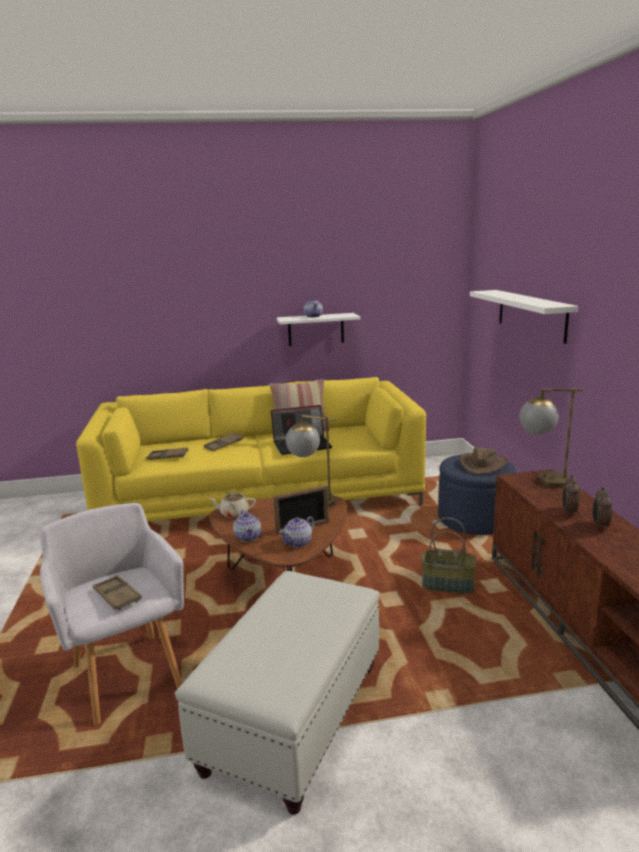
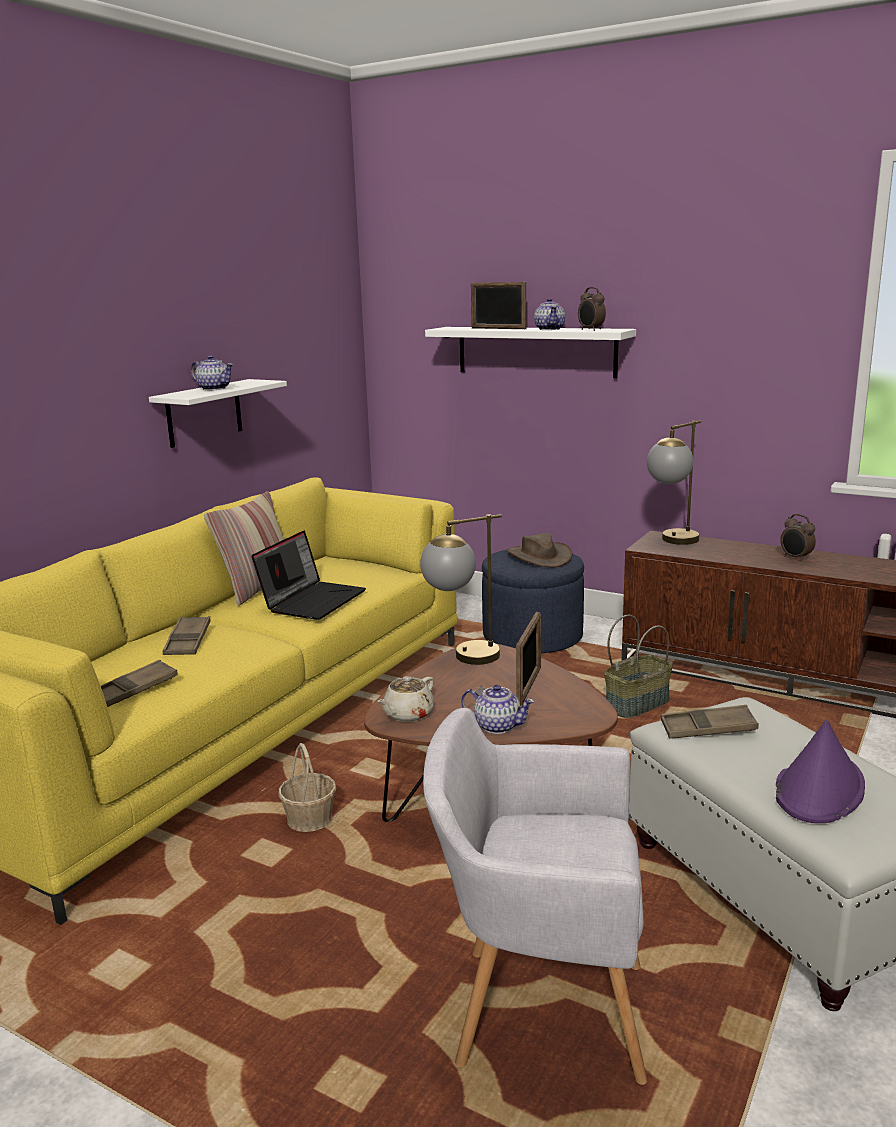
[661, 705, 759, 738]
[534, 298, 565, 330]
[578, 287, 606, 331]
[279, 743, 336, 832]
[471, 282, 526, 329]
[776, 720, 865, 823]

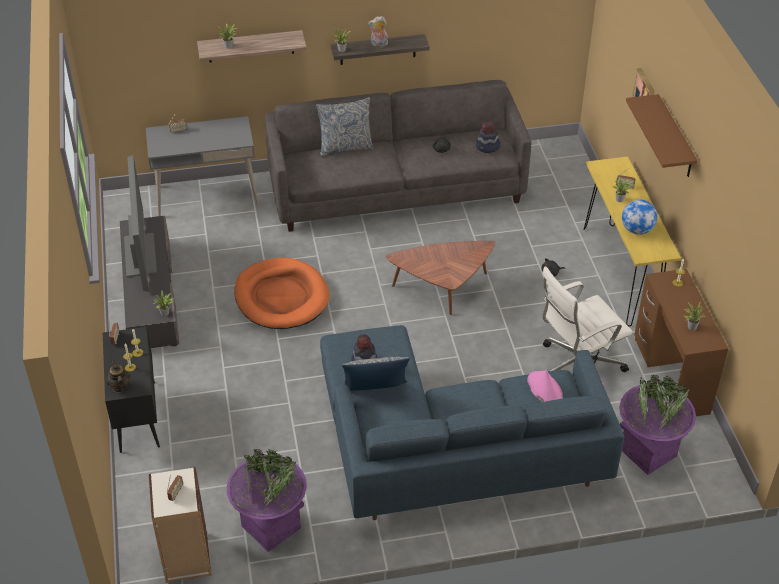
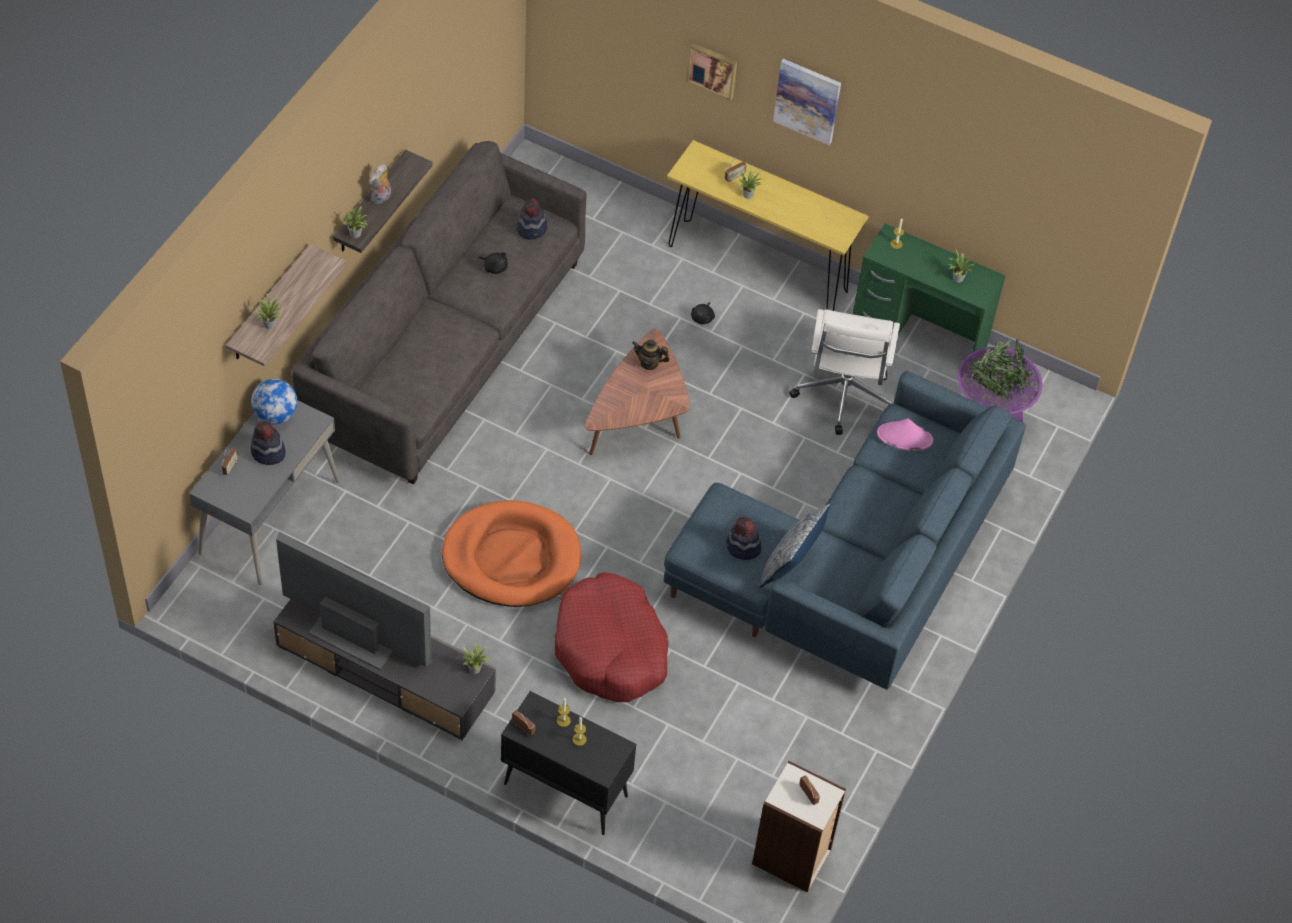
[632, 340, 670, 370]
[227, 449, 307, 552] (first image)
[316, 97, 374, 156] (first image)
[251, 379, 297, 424]
[773, 59, 841, 145]
[852, 224, 1005, 352]
[250, 421, 286, 465]
[555, 572, 669, 702]

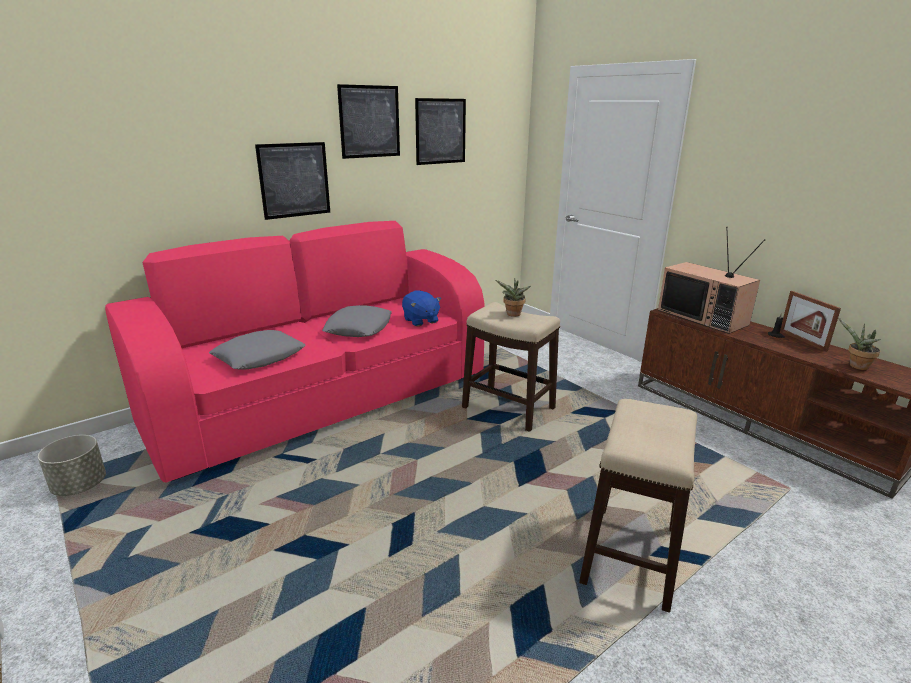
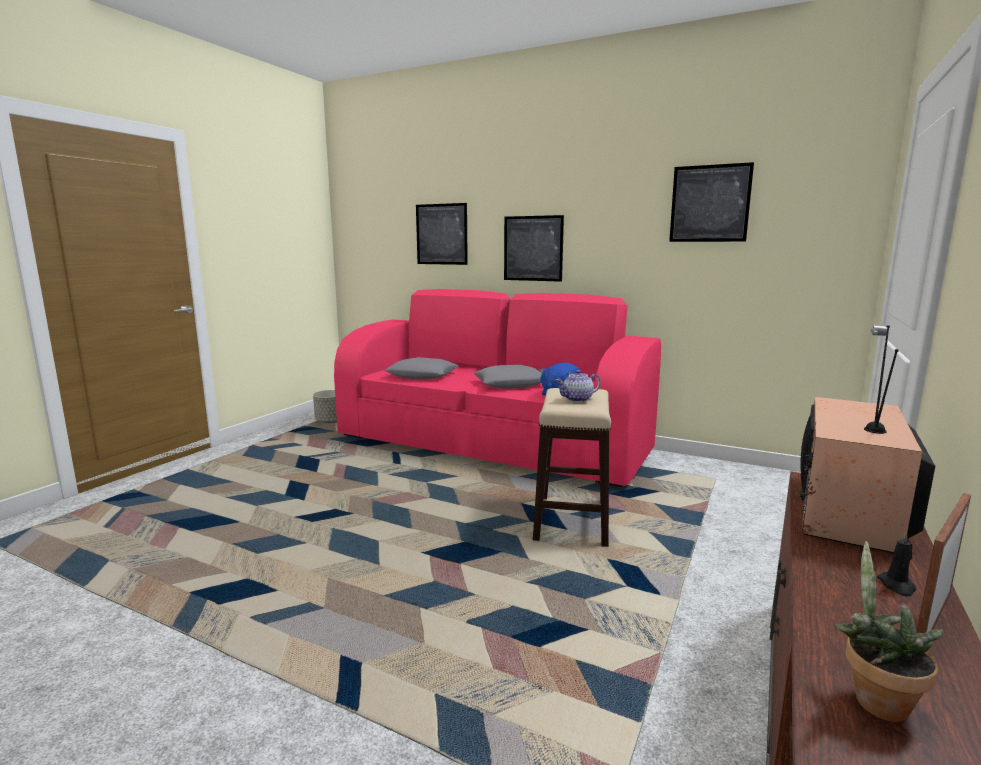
[416, 203, 468, 265]
[556, 370, 601, 402]
[579, 399, 697, 613] (first image)

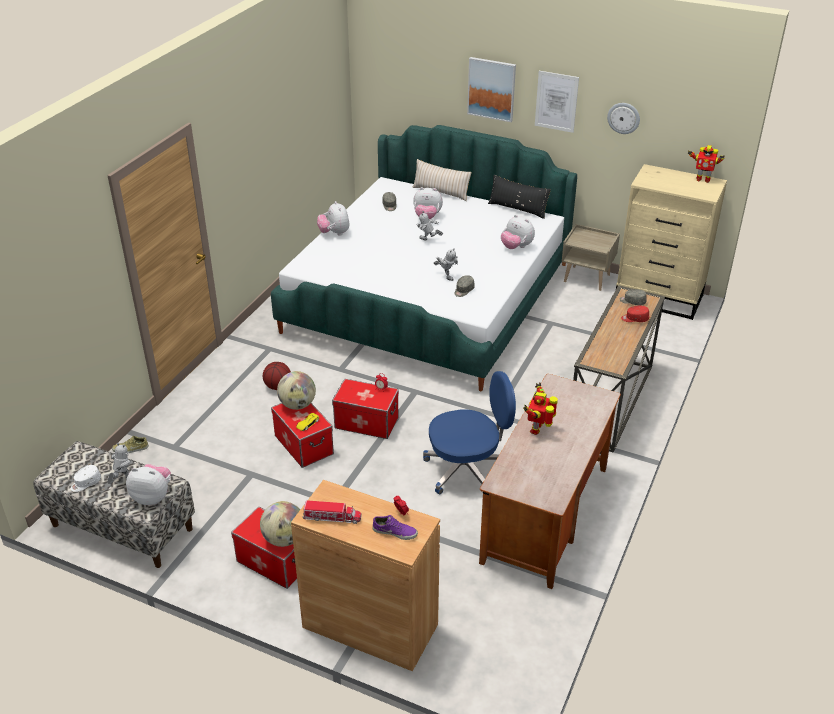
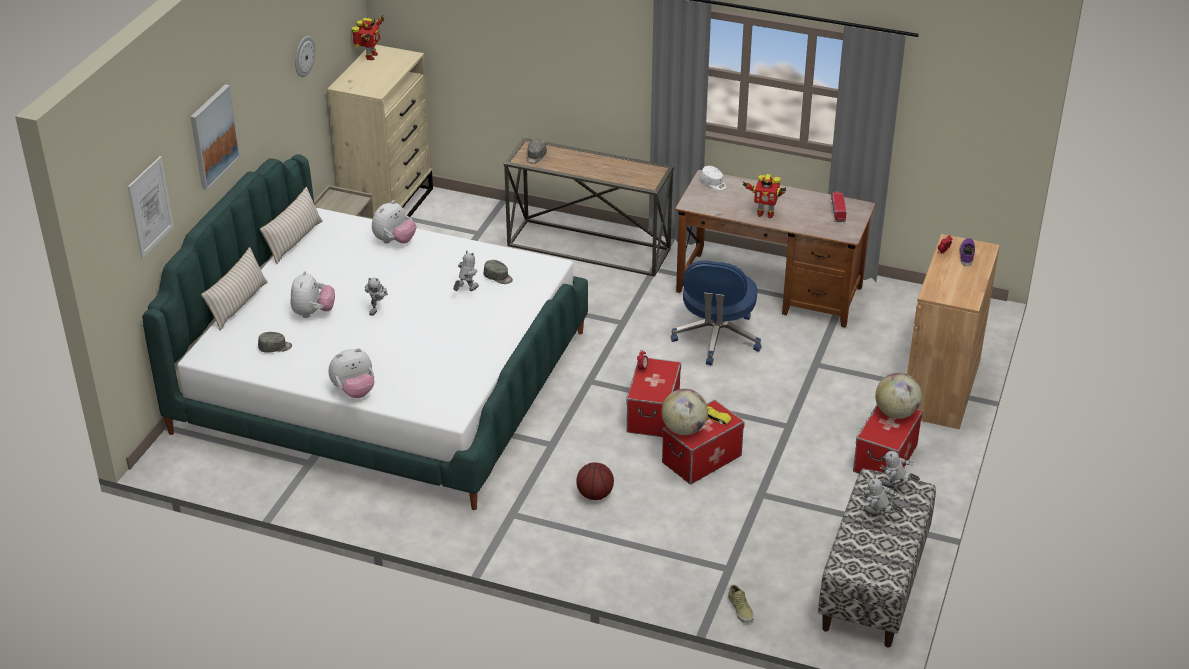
[700, 166, 726, 190]
[879, 448, 920, 488]
[831, 192, 847, 223]
[671, 260, 761, 366]
[260, 187, 322, 264]
[128, 156, 174, 258]
[621, 306, 649, 322] (first image)

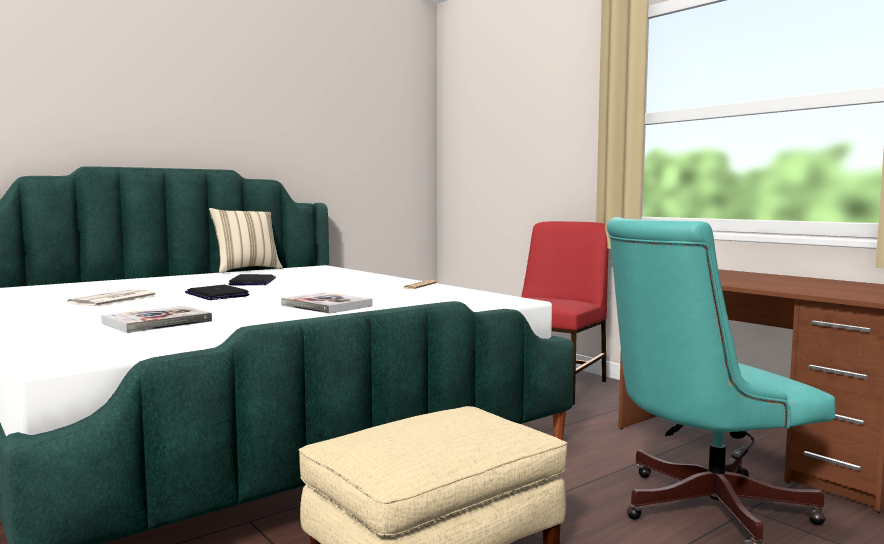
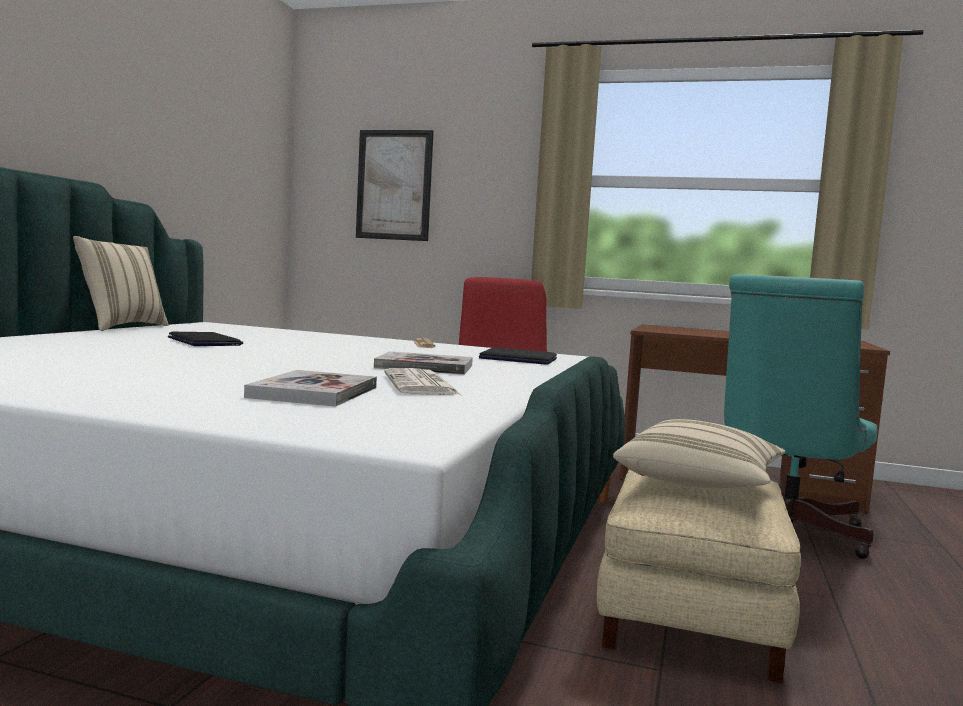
[384, 368, 461, 395]
[479, 347, 557, 365]
[356, 130, 434, 241]
[613, 419, 785, 489]

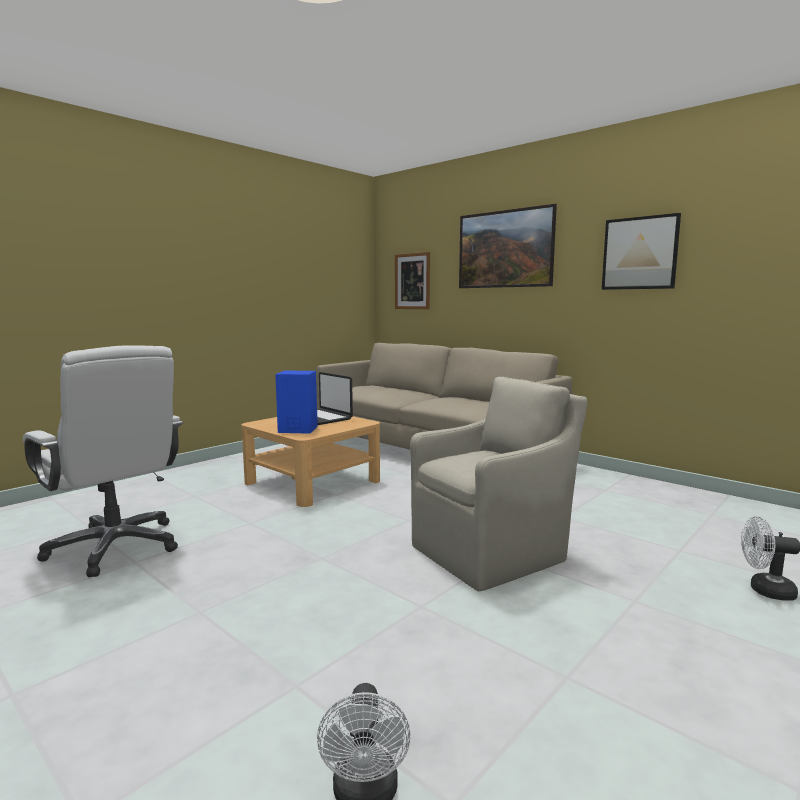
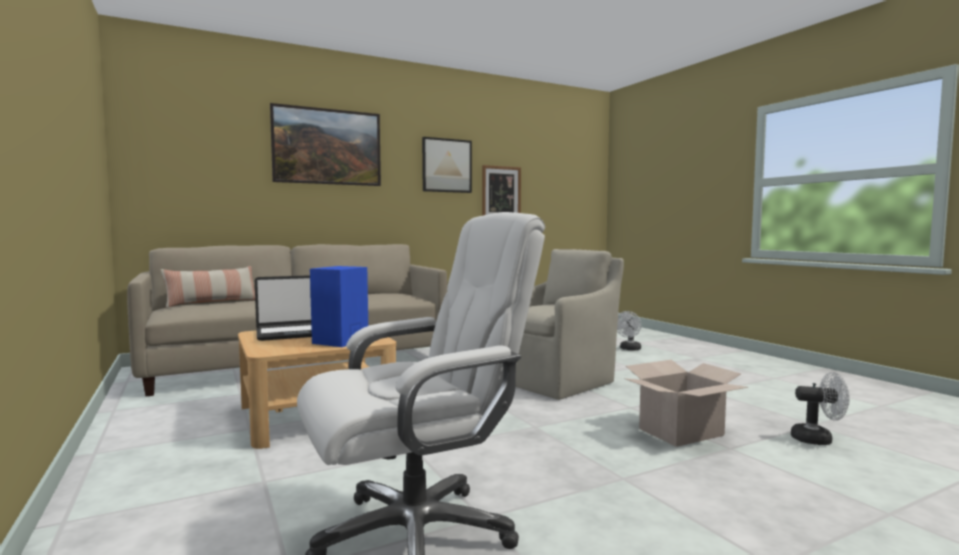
[482, 165, 521, 216]
[515, 249, 624, 400]
[160, 266, 255, 308]
[624, 360, 748, 447]

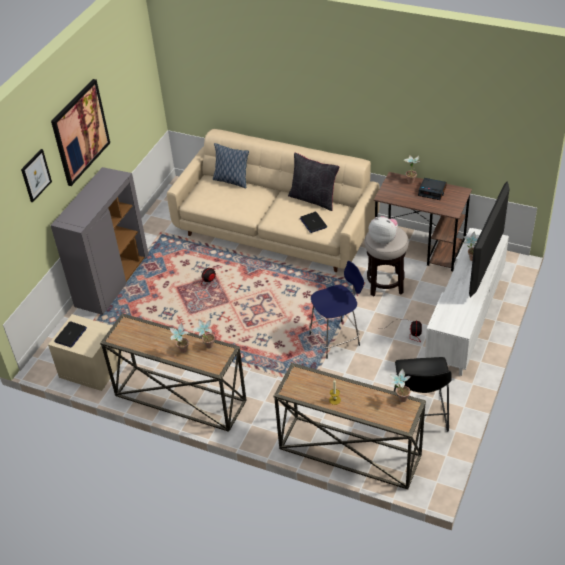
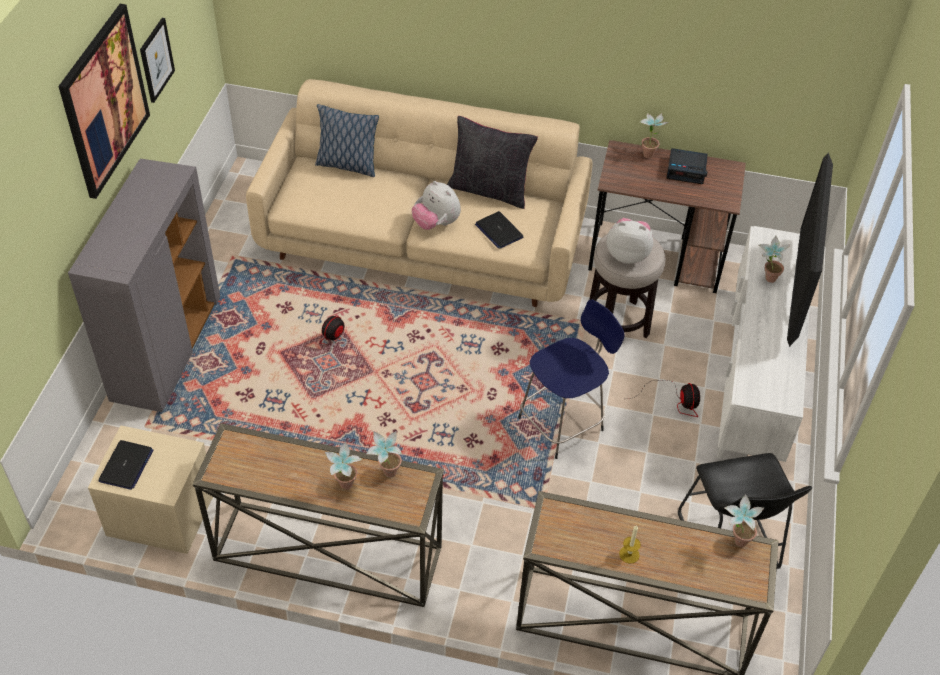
[140, 18, 175, 103]
[412, 181, 461, 230]

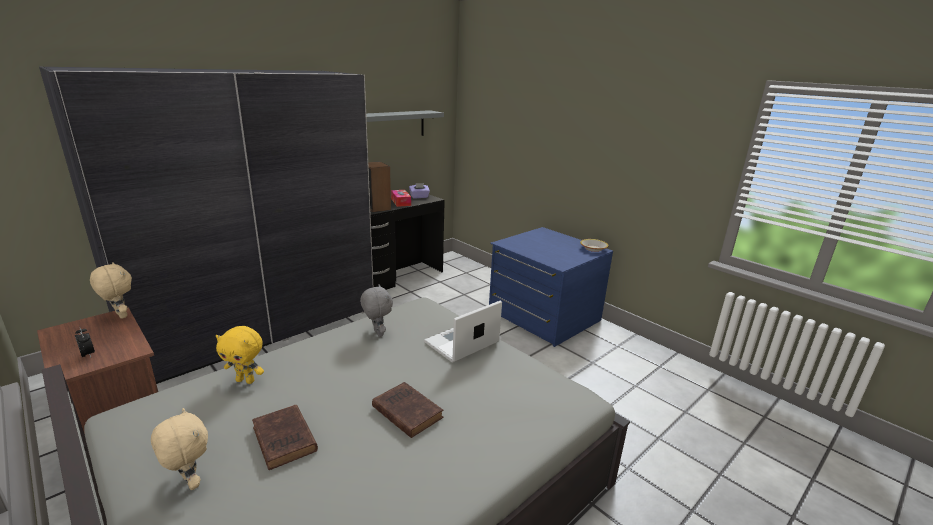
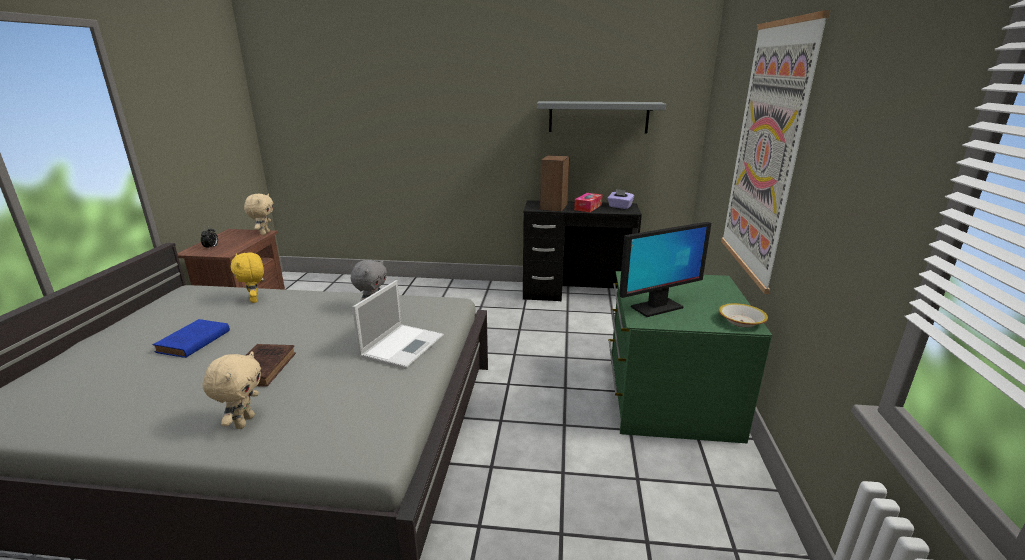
[39, 67, 373, 384] (first image)
[203, 351, 261, 429]
[153, 319, 230, 358]
[352, 280, 444, 369]
[608, 271, 772, 443]
[619, 222, 711, 317]
[721, 10, 830, 294]

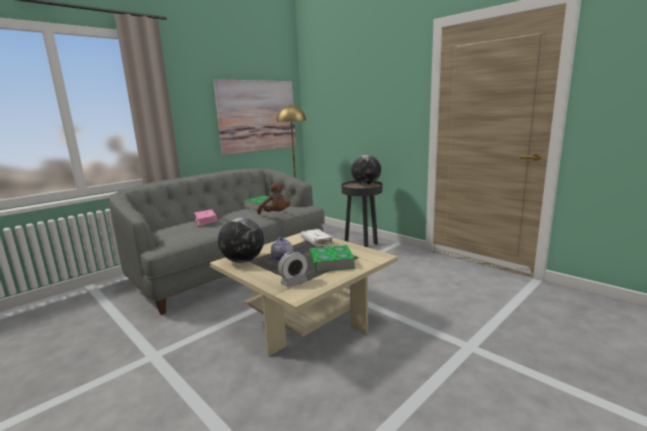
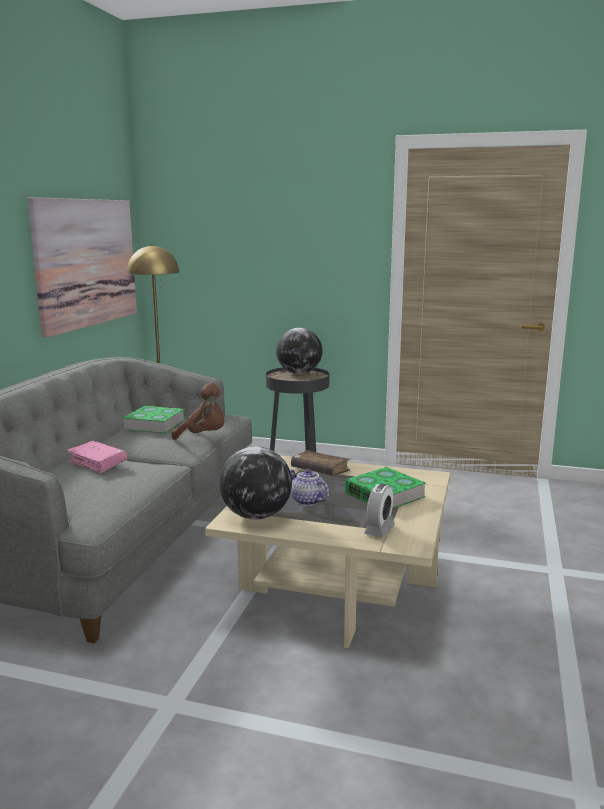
[291, 450, 350, 476]

